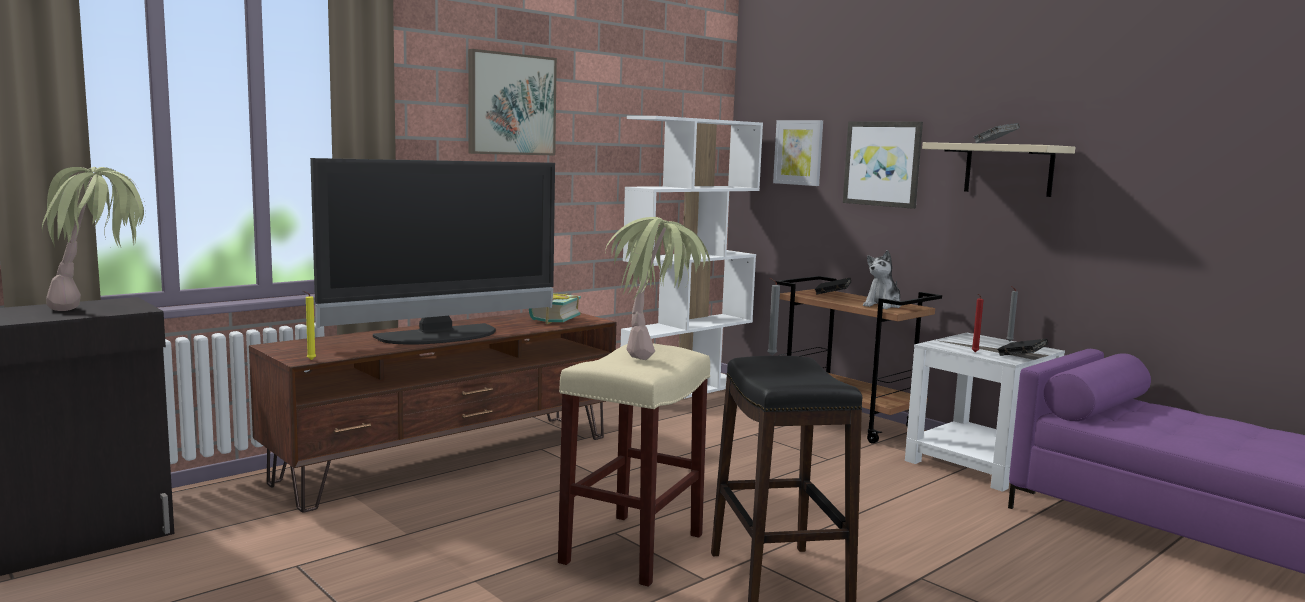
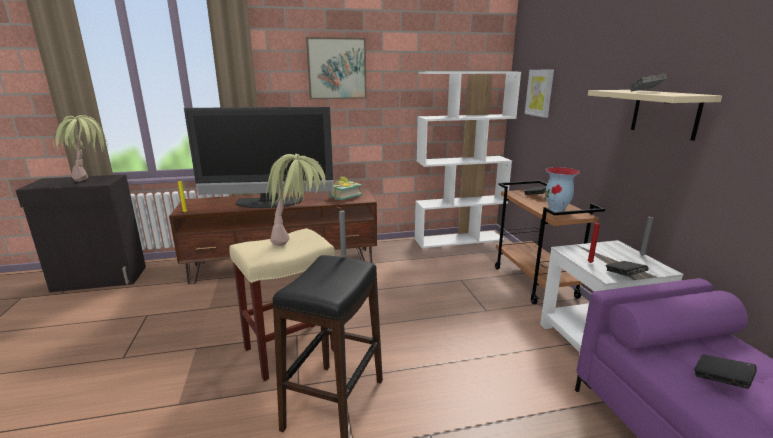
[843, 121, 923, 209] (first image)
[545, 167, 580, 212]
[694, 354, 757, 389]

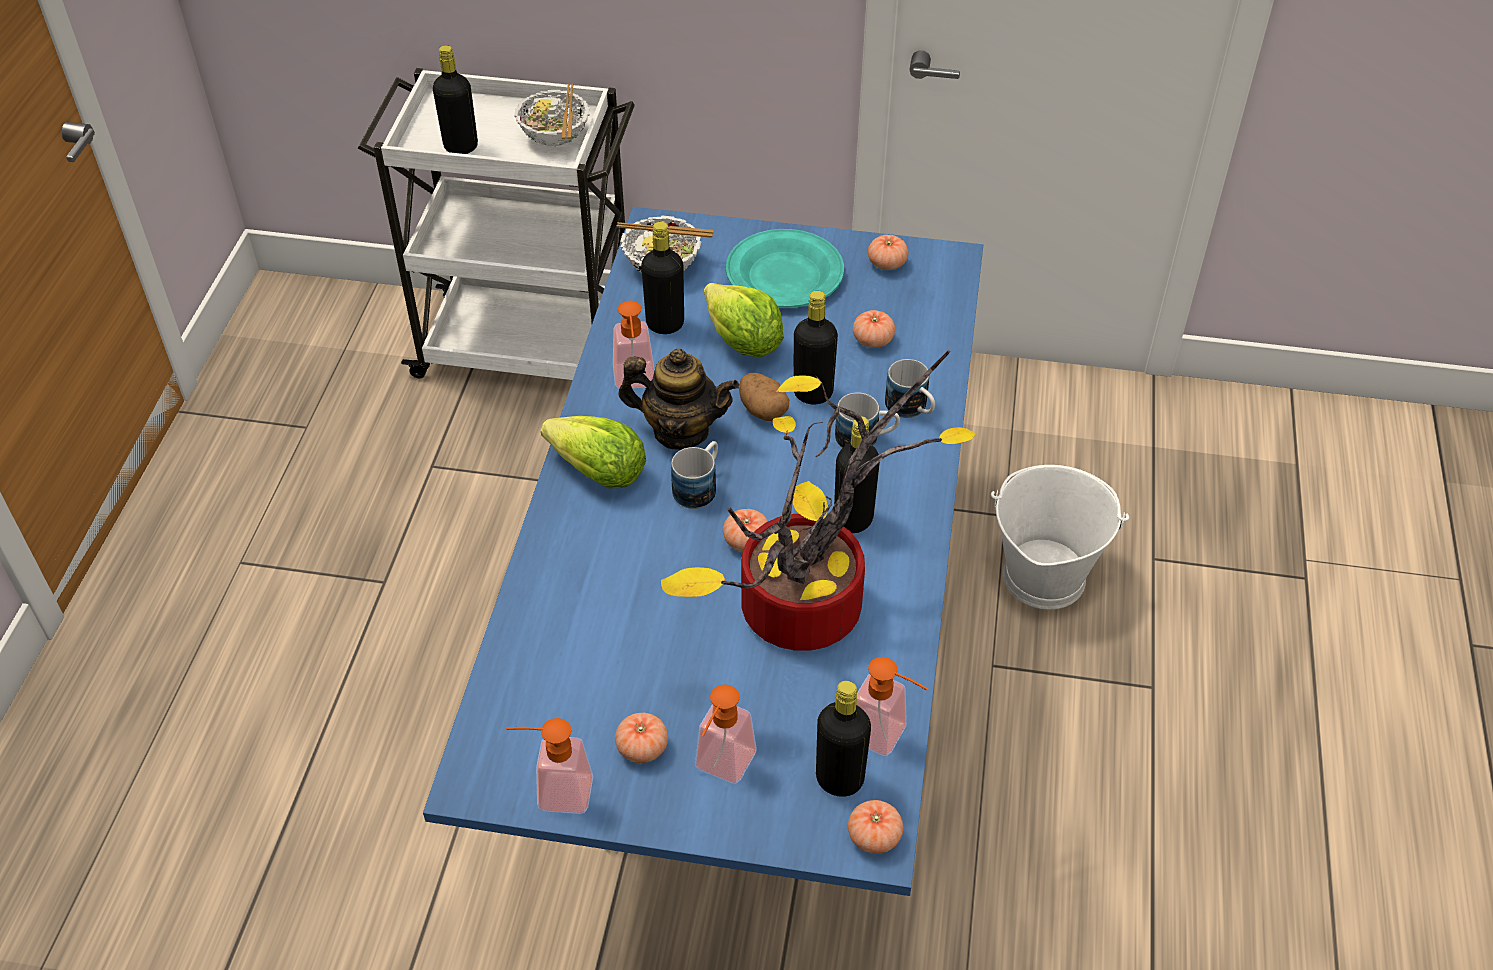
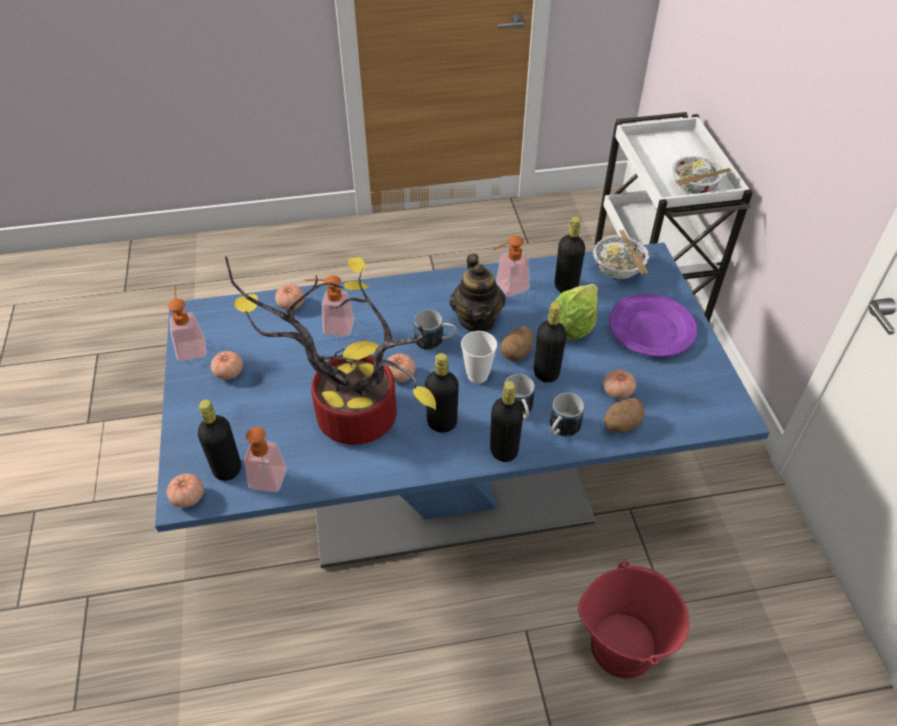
[490, 381, 523, 462]
[541, 416, 646, 488] (first image)
[305, 276, 354, 336]
[609, 294, 697, 357]
[275, 284, 305, 310]
[578, 560, 689, 679]
[461, 331, 497, 384]
[604, 398, 644, 433]

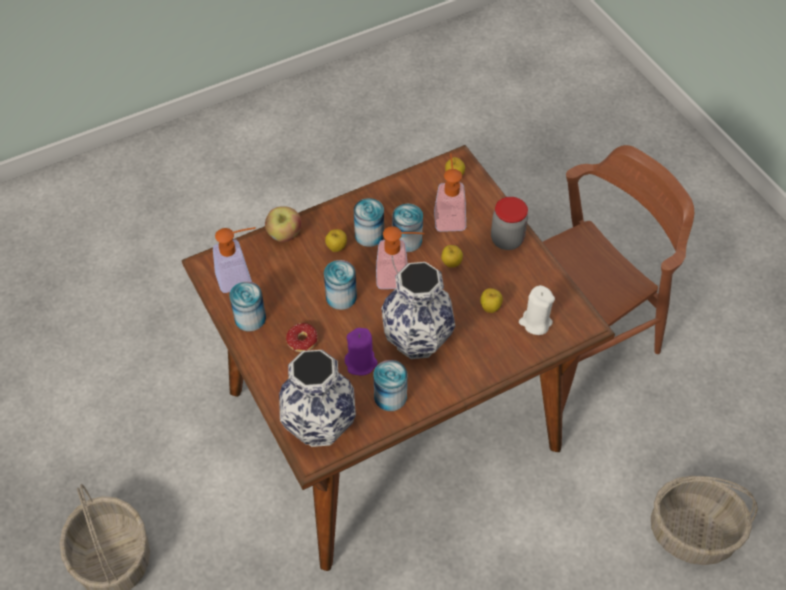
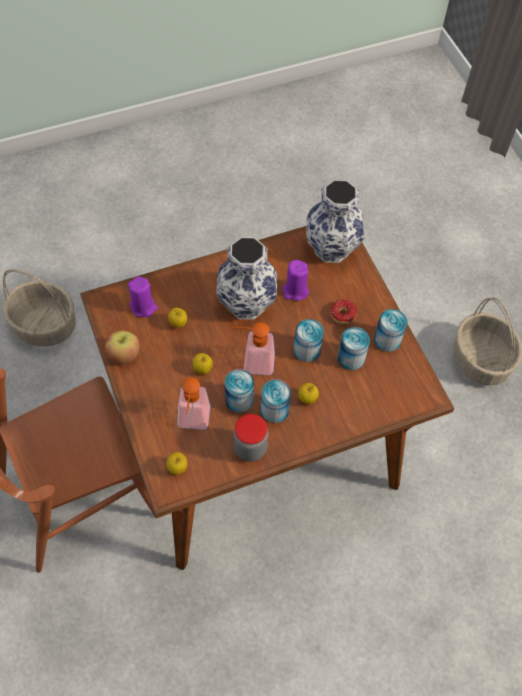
[213, 227, 256, 293] (first image)
[105, 331, 140, 364]
[338, 327, 370, 370]
[233, 414, 268, 462]
[128, 276, 158, 317]

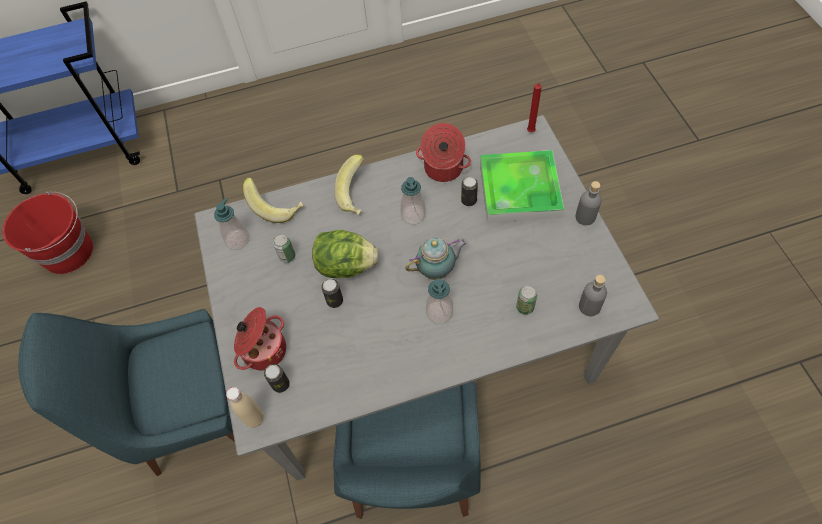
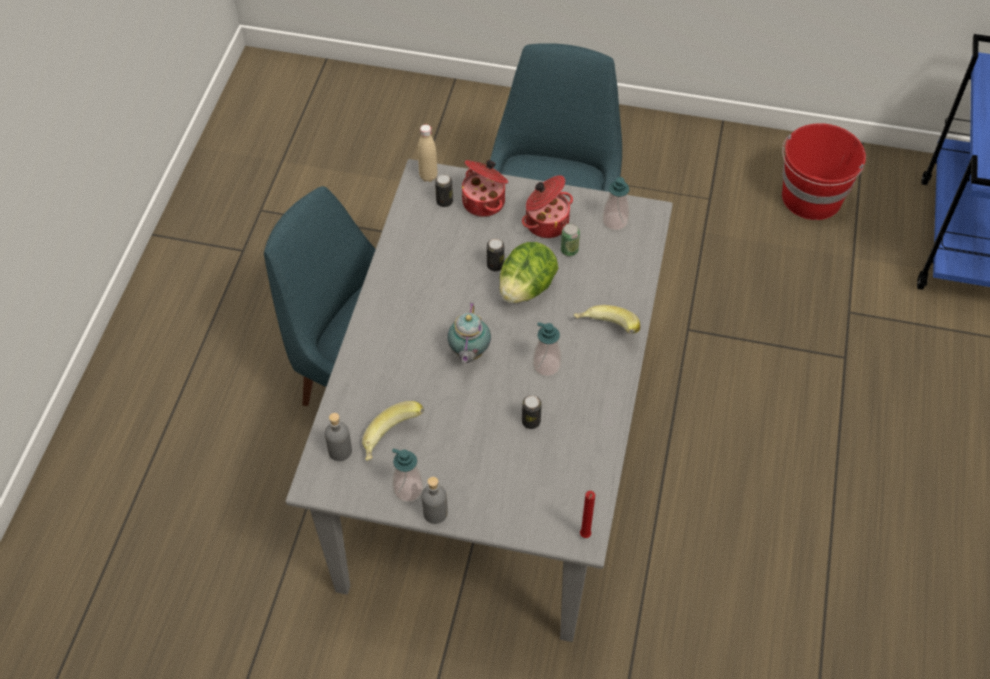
[362, 401, 424, 461]
[522, 175, 573, 238]
[392, 448, 424, 502]
[480, 150, 564, 223] (first image)
[516, 285, 537, 315] (first image)

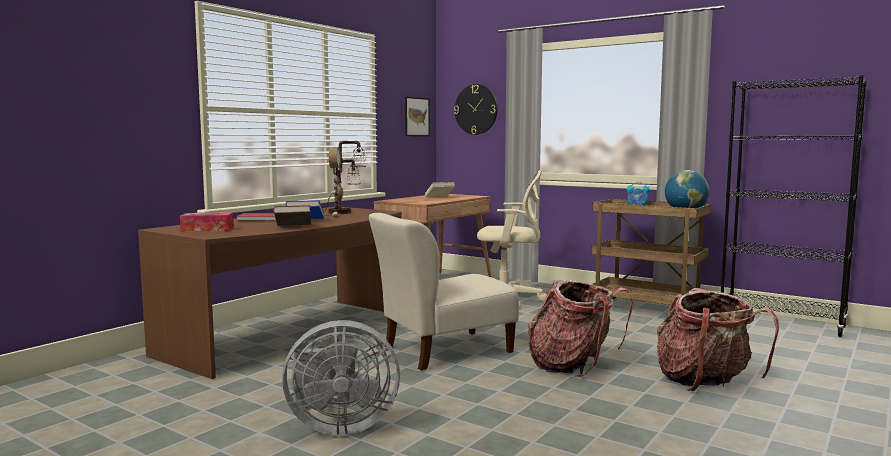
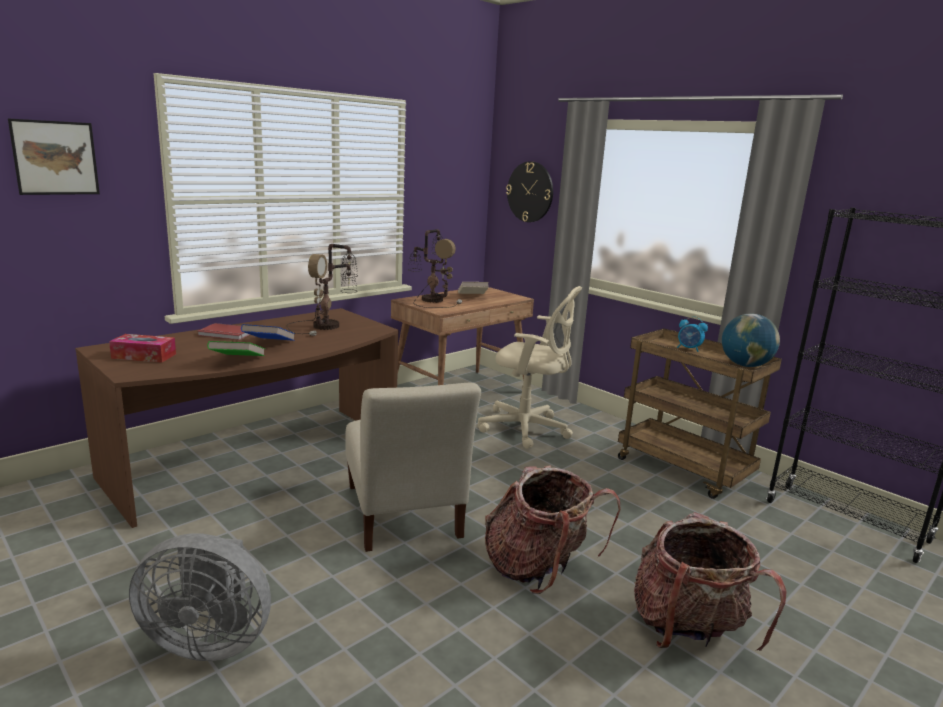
[207, 341, 265, 356]
[345, 383, 481, 552]
[8, 119, 100, 195]
[408, 229, 462, 308]

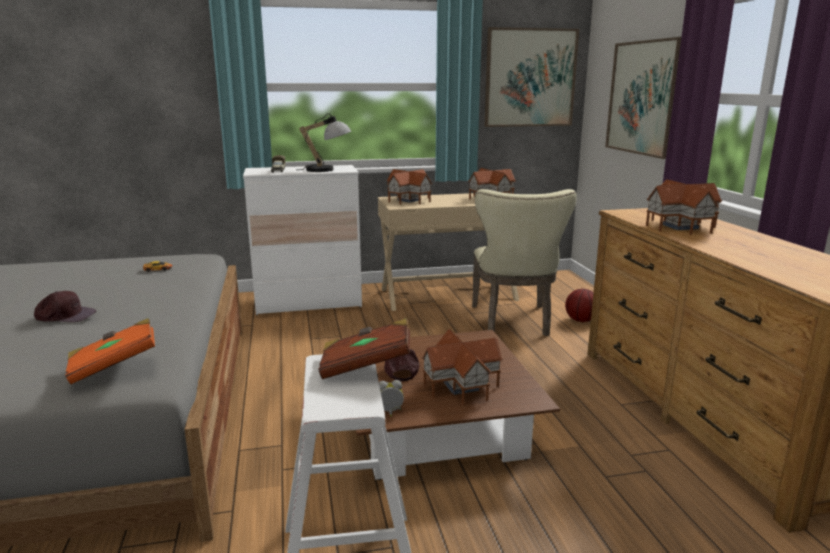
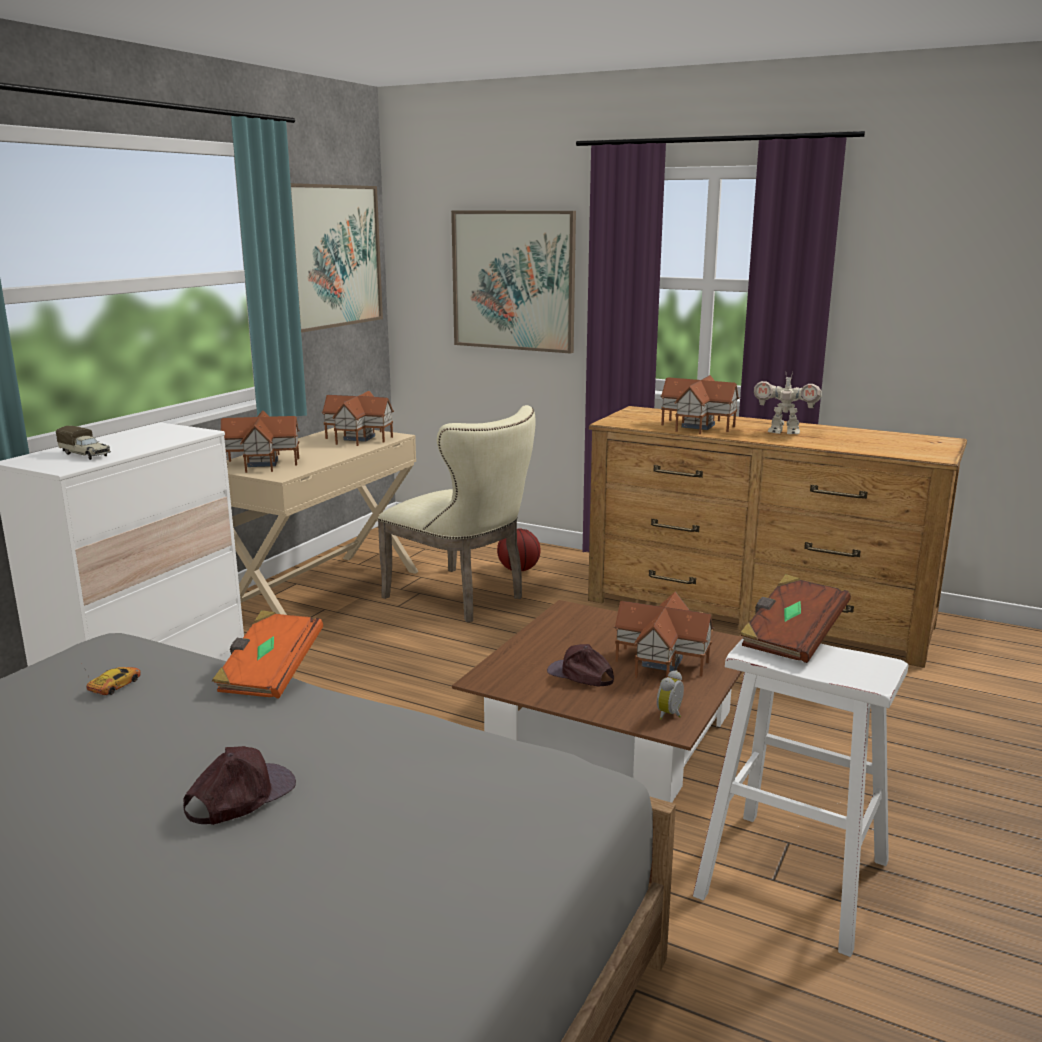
[212, 610, 323, 699]
[296, 113, 351, 172] (first image)
[754, 371, 822, 434]

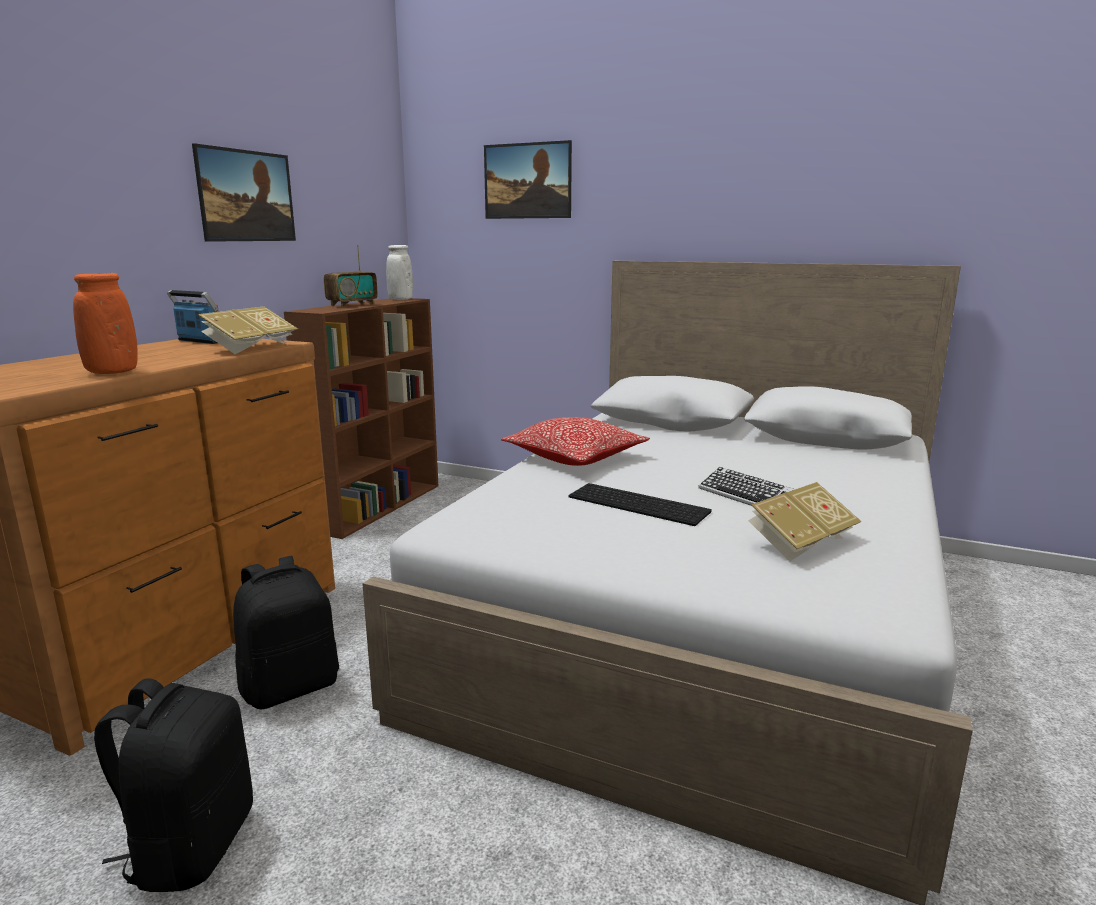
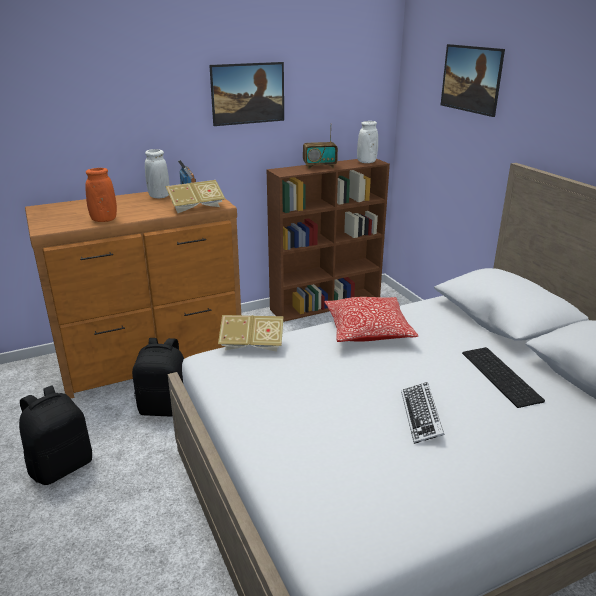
[462, 347, 545, 408]
[218, 315, 284, 352]
[145, 149, 169, 198]

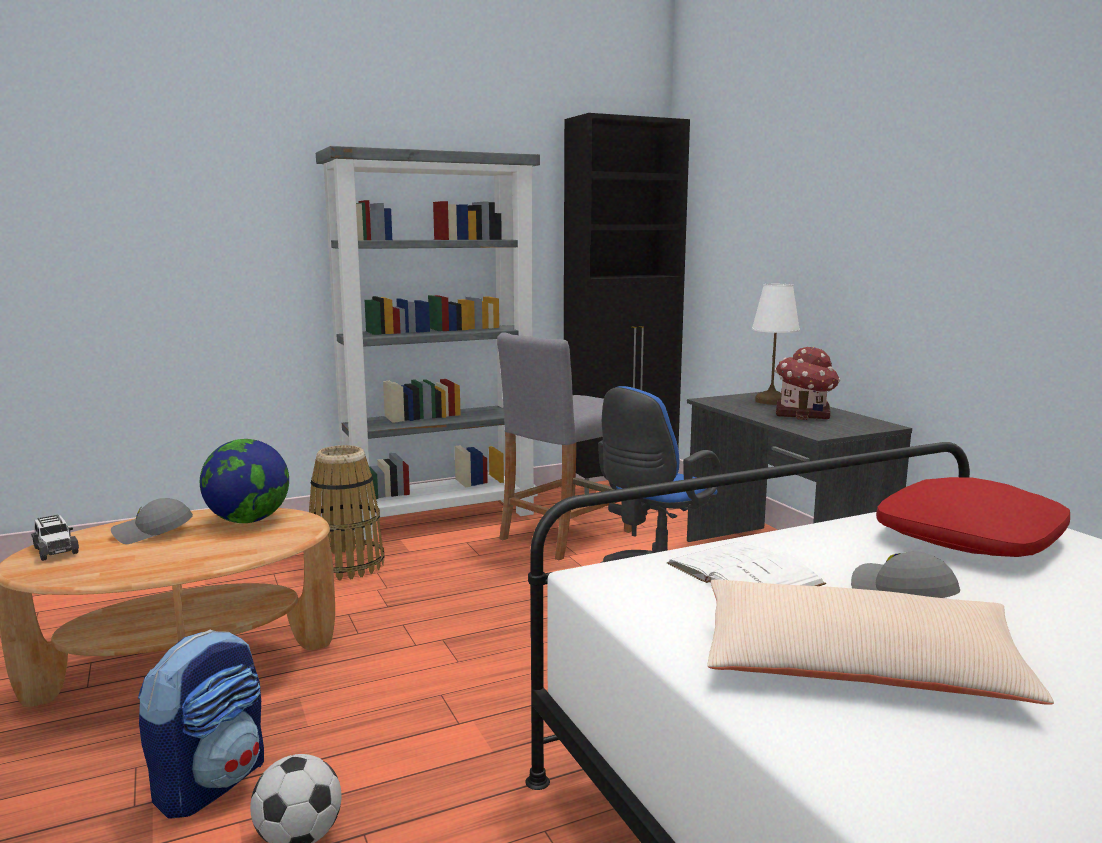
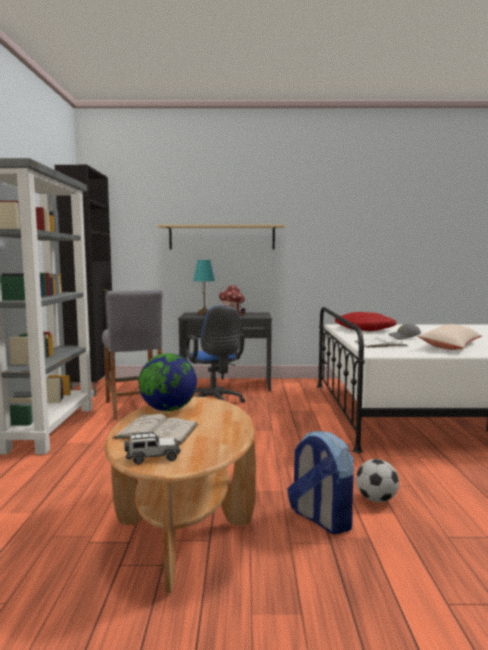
[112, 414, 198, 445]
[309, 445, 384, 580] (first image)
[193, 260, 215, 315]
[157, 224, 285, 249]

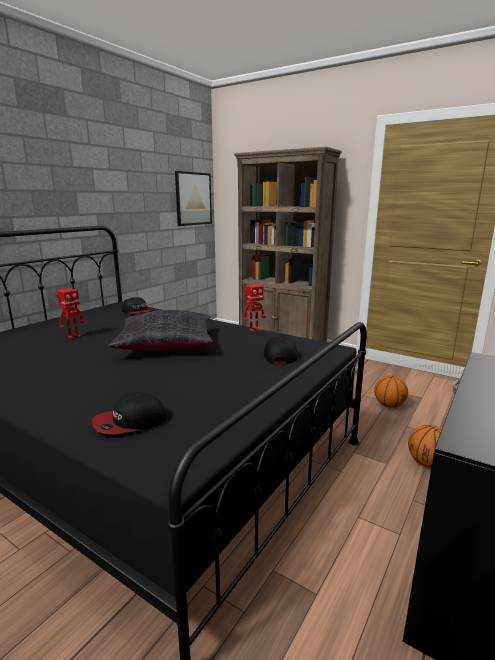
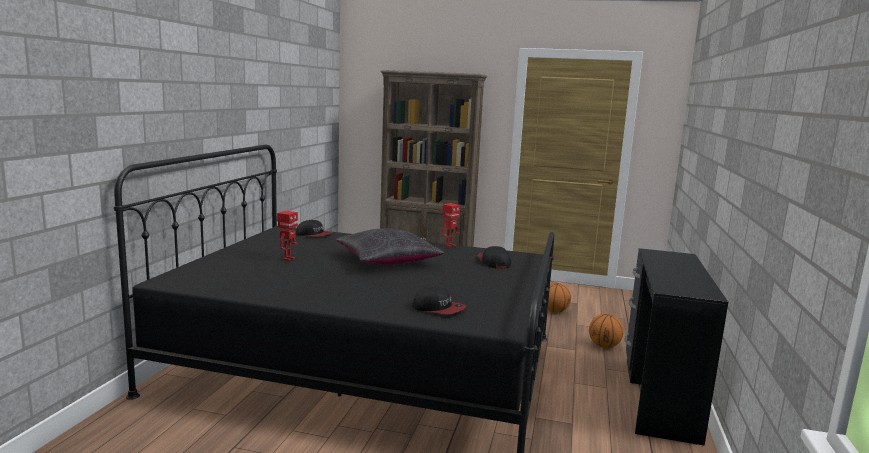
[413, 286, 466, 314]
[175, 171, 212, 226] (first image)

